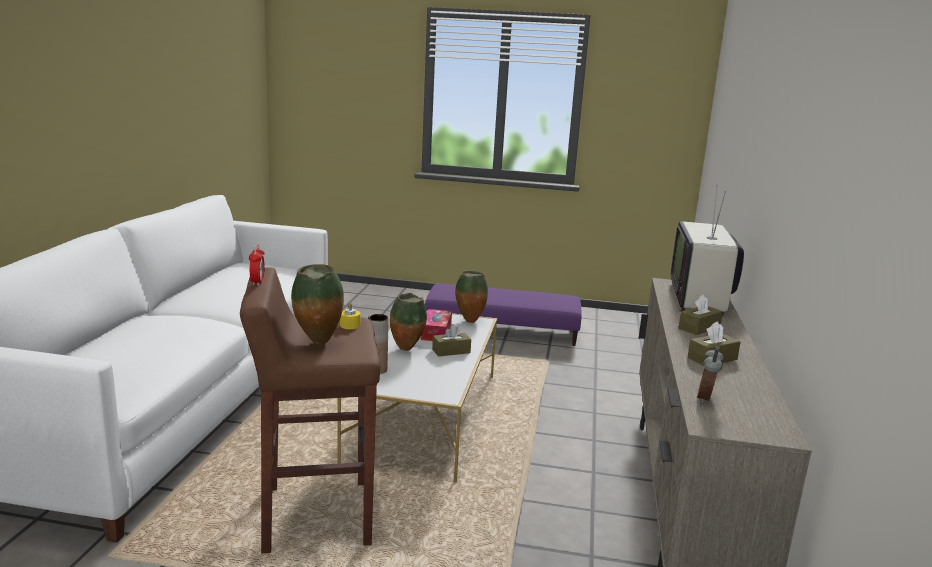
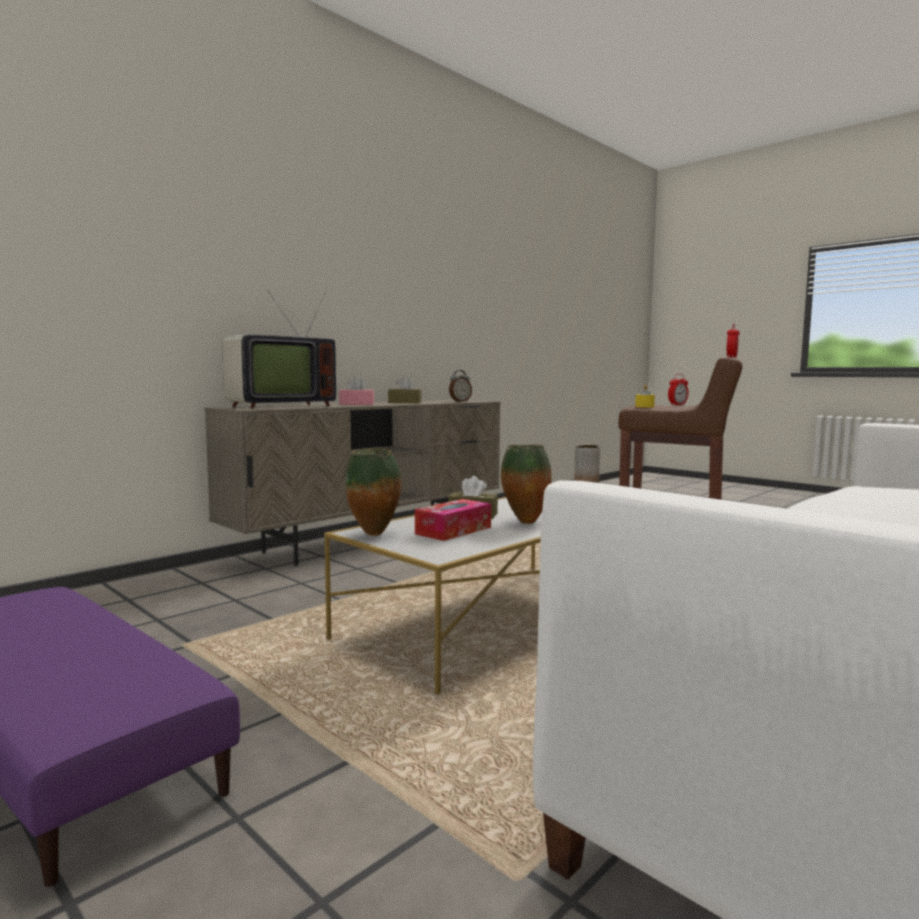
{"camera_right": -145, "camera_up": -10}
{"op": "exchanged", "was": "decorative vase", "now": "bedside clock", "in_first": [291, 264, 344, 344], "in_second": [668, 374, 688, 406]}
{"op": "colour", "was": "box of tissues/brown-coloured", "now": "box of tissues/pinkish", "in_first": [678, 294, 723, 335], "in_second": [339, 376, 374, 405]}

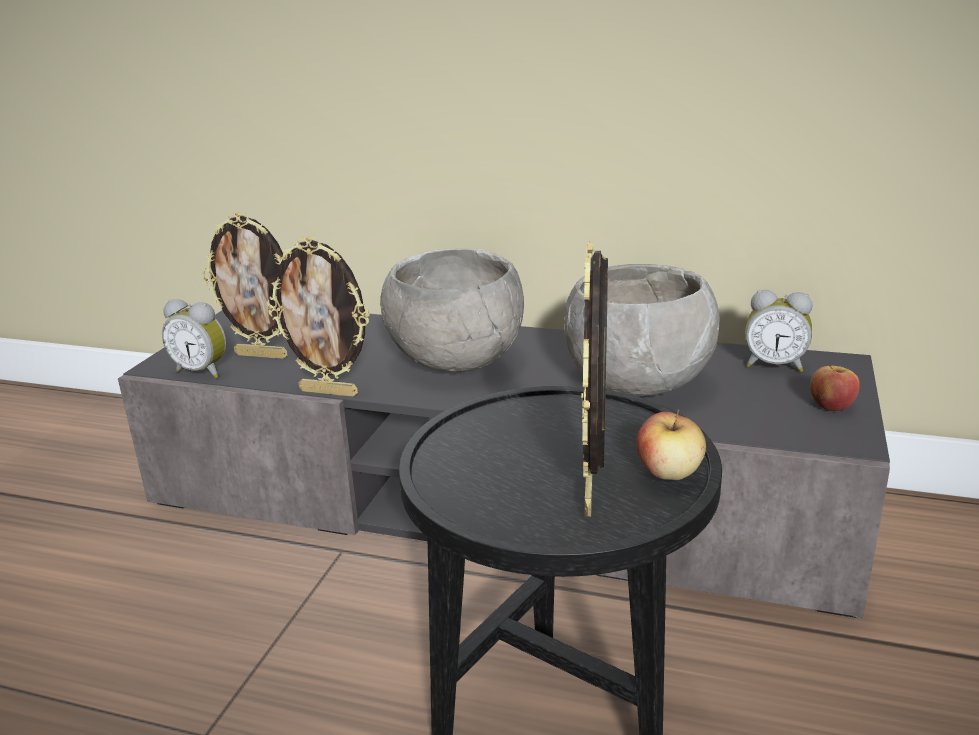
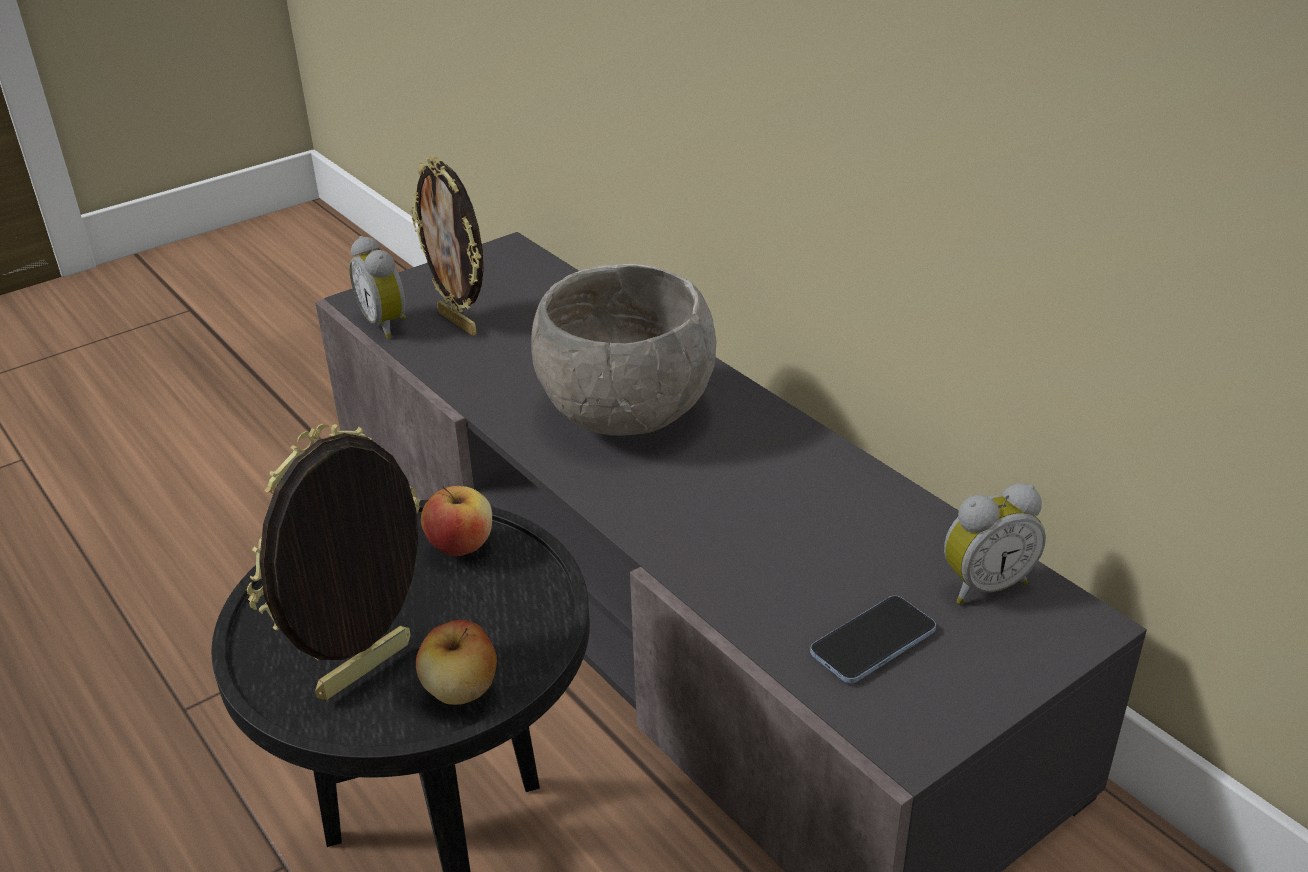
{"camera_right": 35, "camera_up": 10}
{"op": "missing", "was": "picture frame", "in_first": [267, 236, 370, 397]}
{"op": "missing", "was": "deep dish/gray", "in_first": [564, 264, 720, 397]}
{"op": "spun", "was": "bedside clock", "in_first": [745, 290, 812, 372], "in_second": [944, 483, 1046, 604], "clockwise": -75}
{"op": "relocated", "was": "apple", "in_first": [810, 365, 860, 411], "in_second": [421, 486, 492, 556]}
{"op": "appeared", "now": "telephone", "in_second": [810, 596, 936, 684]}

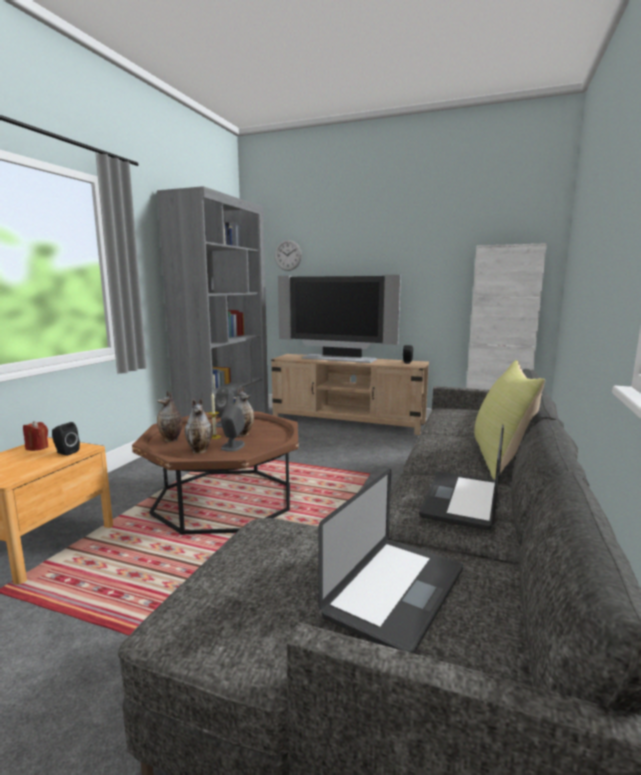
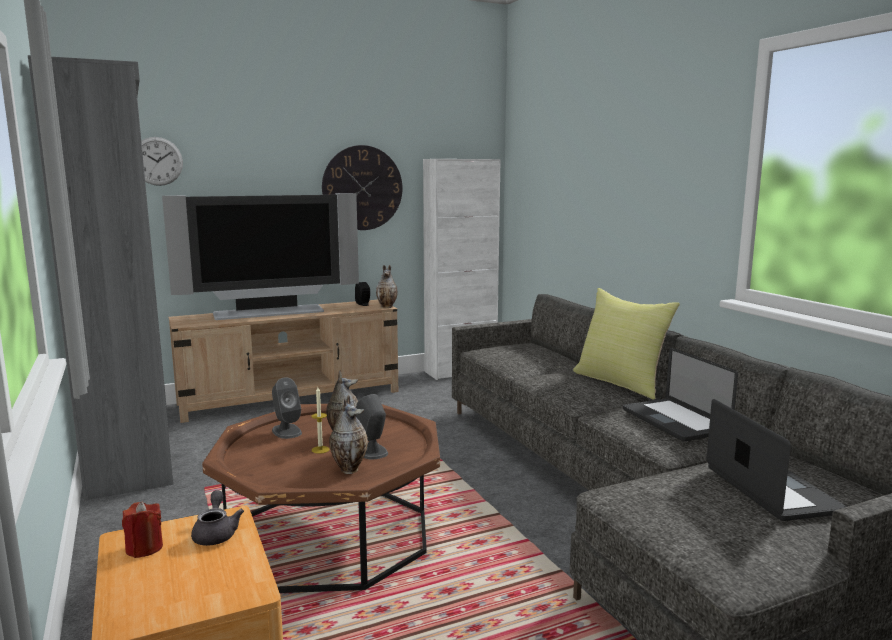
{"camera_right": -45, "camera_up": 0}
{"op": "exchanged", "was": "loudspeaker/black-coloured", "now": "pot for tea/gray", "in_first": [52, 422, 80, 456], "in_second": [191, 490, 244, 546]}
{"op": "relocated", "was": "decorative vase", "in_first": [157, 390, 182, 442], "in_second": [376, 265, 398, 308]}
{"op": "appeared", "now": "clock on the wall", "in_second": [322, 145, 403, 230]}

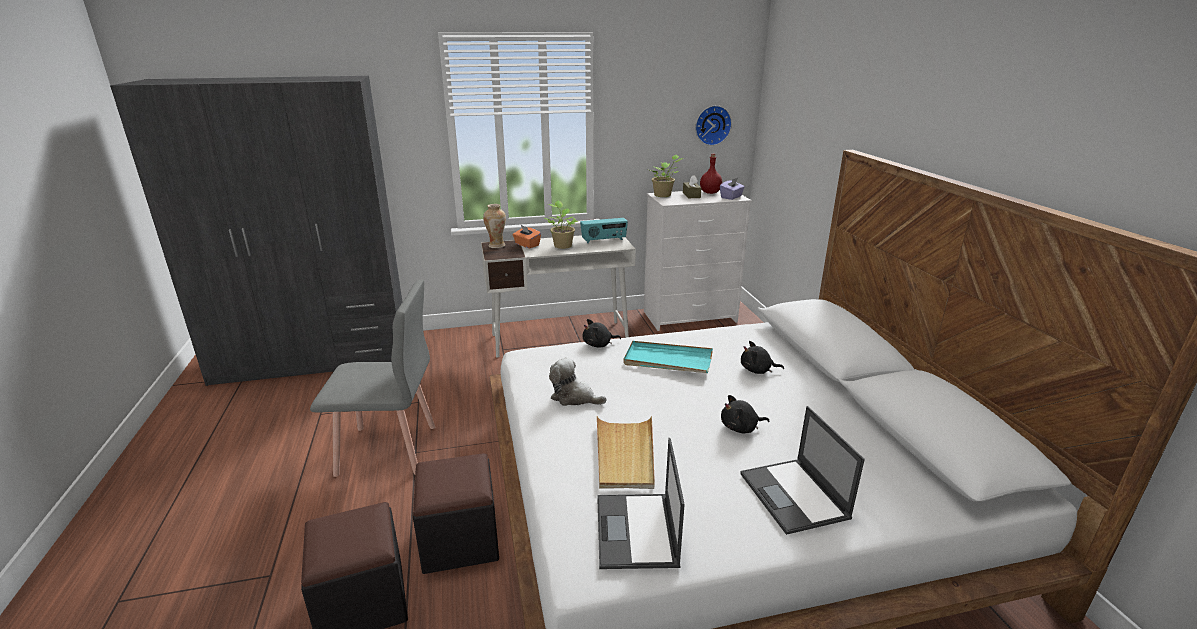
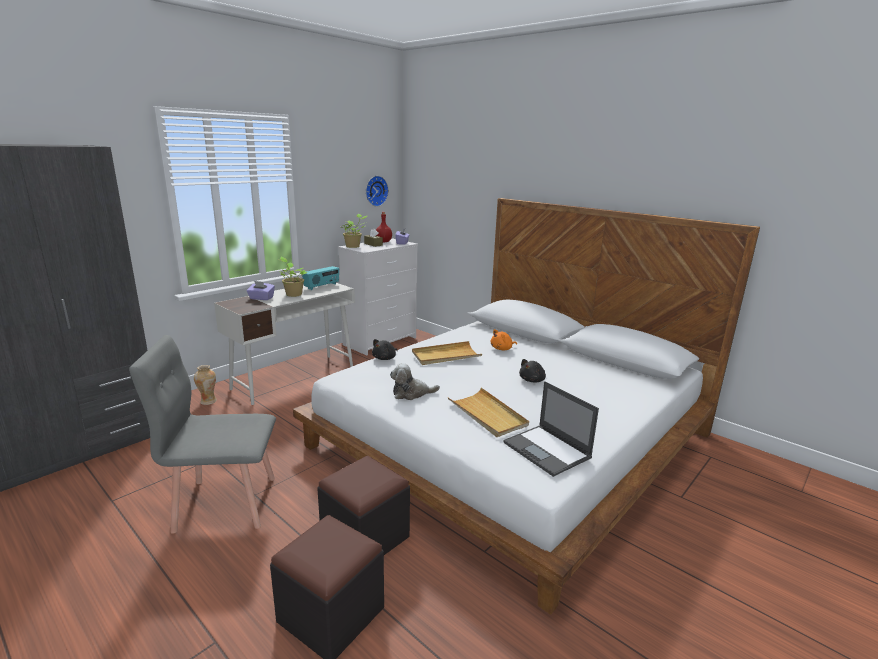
{"camera_right": -35, "camera_up": -5}
{"op": "spun", "was": "plain chair/gray", "in_first": [310, 280, 435, 477], "in_second": [129, 335, 276, 534], "clockwise": -150}
{"op": "relocated", "was": "decorative vase", "in_first": [483, 204, 506, 248], "in_second": [194, 365, 217, 405]}
{"op": "colour", "was": "box of tissues/orangey", "now": "box of tissues/purple", "in_first": [513, 225, 541, 248], "in_second": [247, 281, 275, 300]}
{"op": "colour", "was": "carrying tray/turquoise", "now": "carrying tray/sand-coloured", "in_first": [623, 341, 713, 373], "in_second": [412, 341, 482, 365]}
{"op": "missing", "was": "notebook computer", "in_first": [740, 406, 865, 535]}
{"op": "colour", "was": "cuddly toy/black-coloured", "now": "cuddly toy/orangey", "in_first": [741, 341, 784, 374], "in_second": [491, 329, 517, 350]}

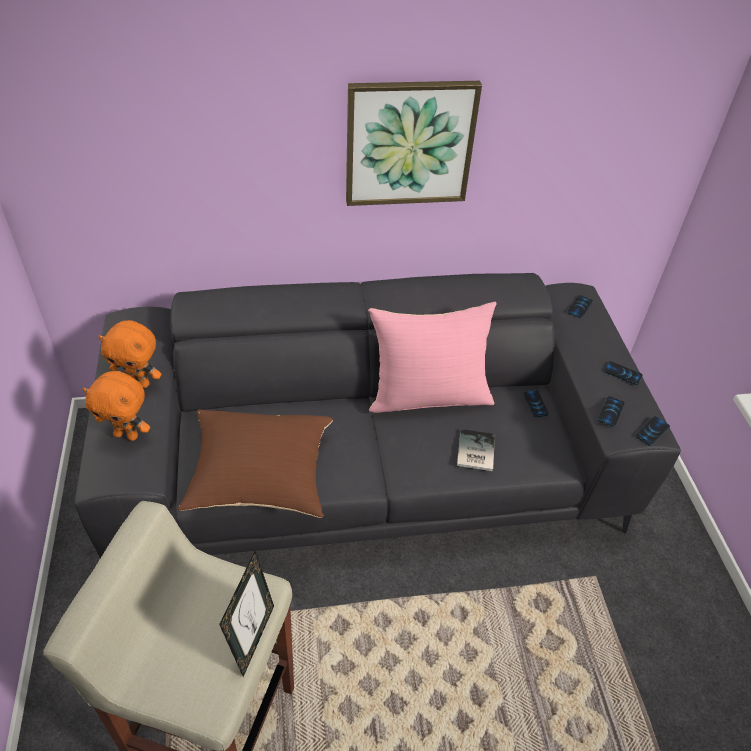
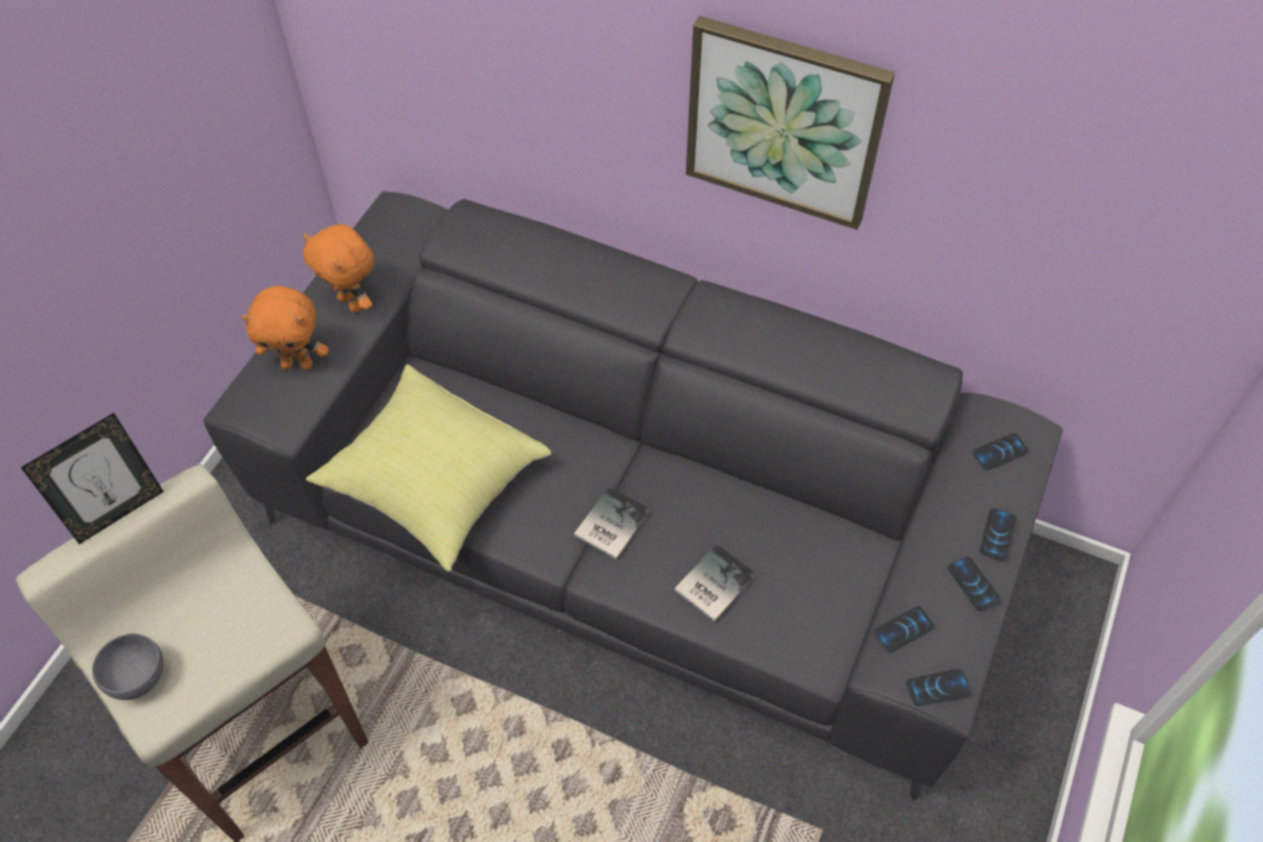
{"camera_right": 35, "camera_up": 10}
{"op": "spun", "was": "cuddly toy/orangey", "in_first": [82, 371, 150, 441], "in_second": [241, 286, 328, 370], "clockwise": -45}
{"op": "colour", "was": "throw pillow/brown-coloured", "now": "throw pillow/yellow-coloured", "in_first": [177, 409, 333, 518], "in_second": [306, 365, 551, 571]}
{"op": "relocated", "was": "picture frame", "in_first": [219, 551, 274, 677], "in_second": [20, 413, 164, 544]}
{"op": "missing", "was": "throw pillow/pinkish", "in_first": [368, 302, 497, 413]}
{"op": "relocated", "was": "telephone", "in_first": [523, 390, 549, 417], "in_second": [980, 508, 1017, 561]}
{"op": "appeared", "now": "deep dish/gray", "in_second": [92, 633, 164, 700]}
{"op": "appeared", "now": "bound book", "in_second": [574, 486, 651, 559]}

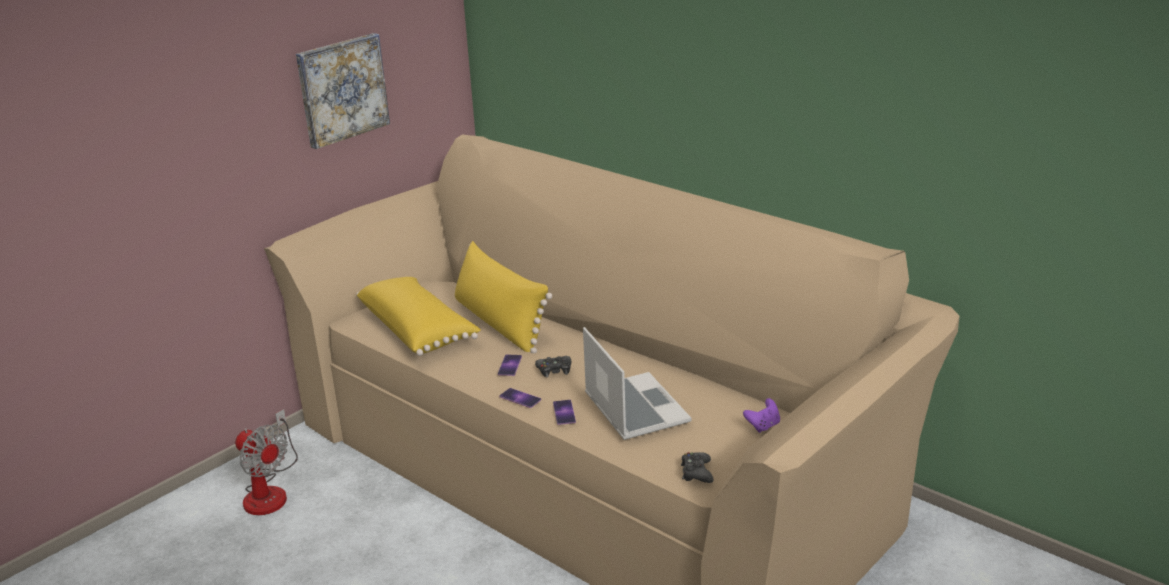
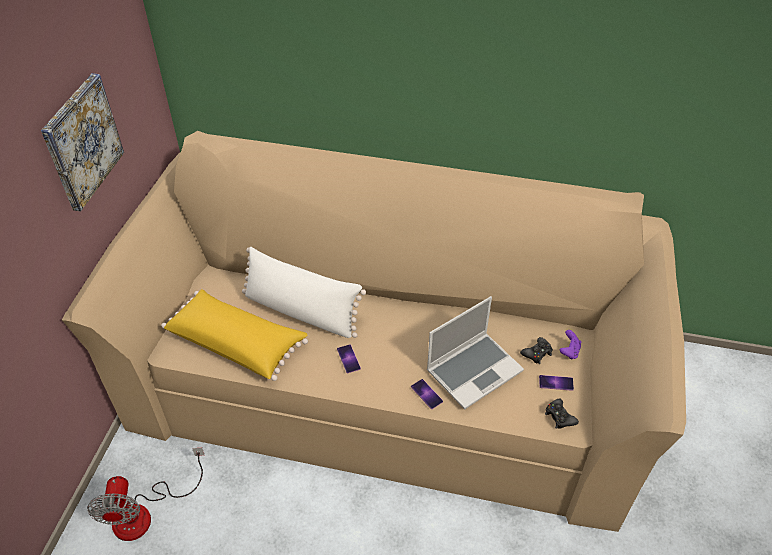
{"camera_right": -30, "camera_up": 20}
{"op": "spun", "was": "cooling fan", "in_first": [235, 409, 298, 515], "in_second": [87, 448, 204, 541], "clockwise": 75}
{"op": "colour", "was": "throw pillow/yellow-coloured", "now": "throw pillow/white-coloured", "in_first": [455, 241, 552, 353], "in_second": [242, 247, 366, 338]}
{"op": "relocated", "was": "telephone", "in_first": [499, 388, 541, 408], "in_second": [539, 375, 574, 391]}
{"op": "relocated", "was": "joypad/black-coloured", "in_first": [535, 356, 571, 377], "in_second": [520, 337, 553, 364]}
{"op": "spun", "was": "notebook computer", "in_first": [583, 327, 691, 440], "in_second": [427, 296, 524, 410], "clockwise": 105}

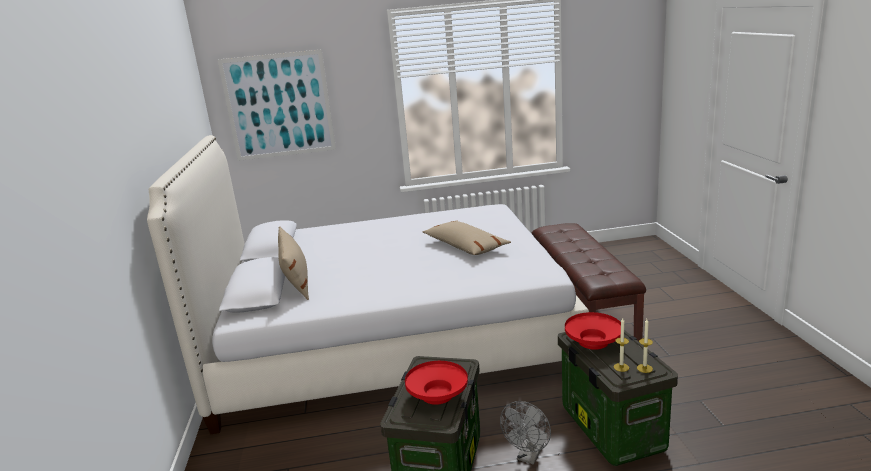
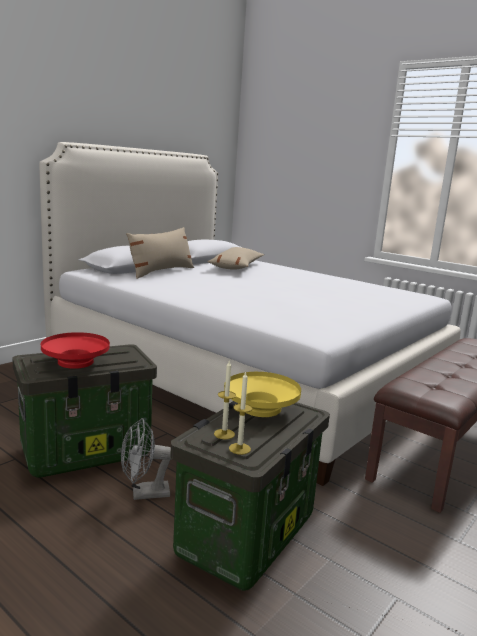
{"camera_right": 45, "camera_up": -5}
{"op": "missing", "was": "picture", "in_first": [217, 49, 336, 161]}
{"op": "relocated", "was": "throw pillow/sand-coloured", "in_first": [423, 220, 511, 255], "in_second": [207, 247, 264, 270]}
{"op": "colour", "was": "deep dish/red", "now": "deep dish/yellow-coloured", "in_first": [565, 312, 621, 350], "in_second": [224, 372, 301, 417]}

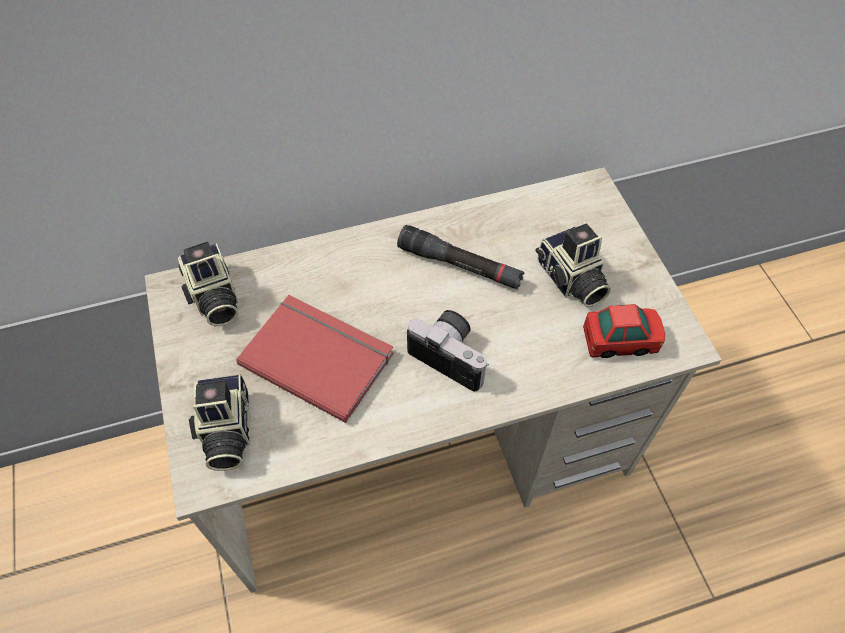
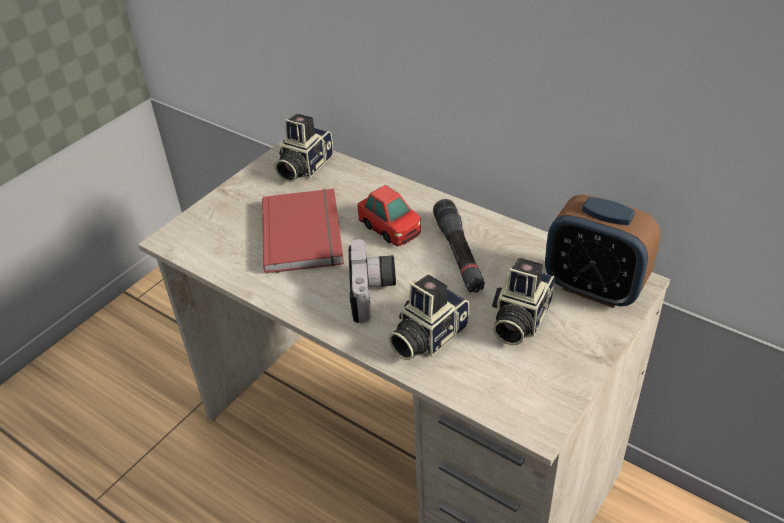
{"camera_right": 55, "camera_up": -15}
{"op": "relocated", "was": "still camera", "in_first": [189, 374, 250, 471], "in_second": [388, 275, 469, 360]}
{"op": "relocated", "was": "model car", "in_first": [583, 304, 665, 358], "in_second": [357, 185, 421, 246]}
{"op": "appeared", "now": "bedside clock", "in_second": [545, 194, 661, 308]}

